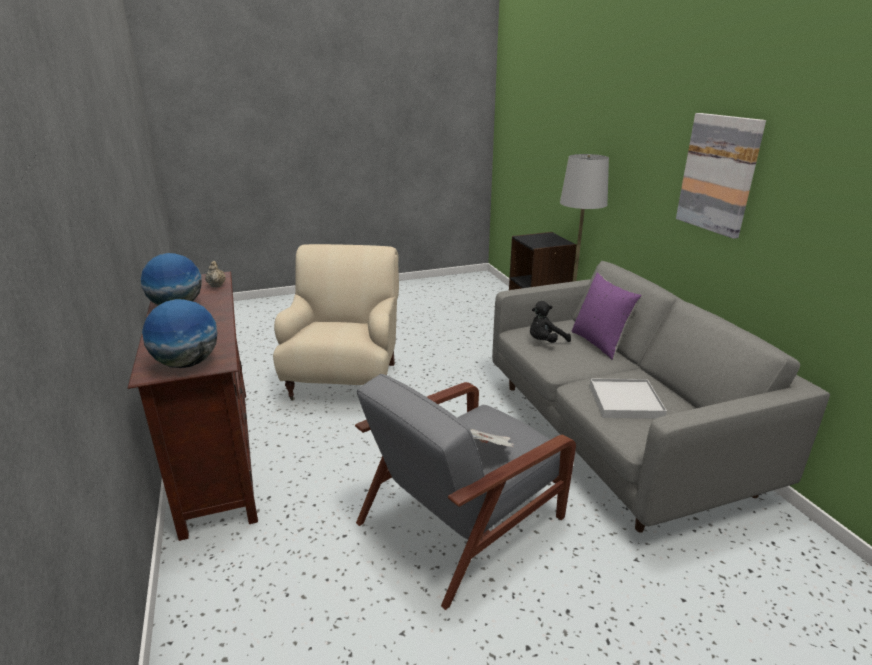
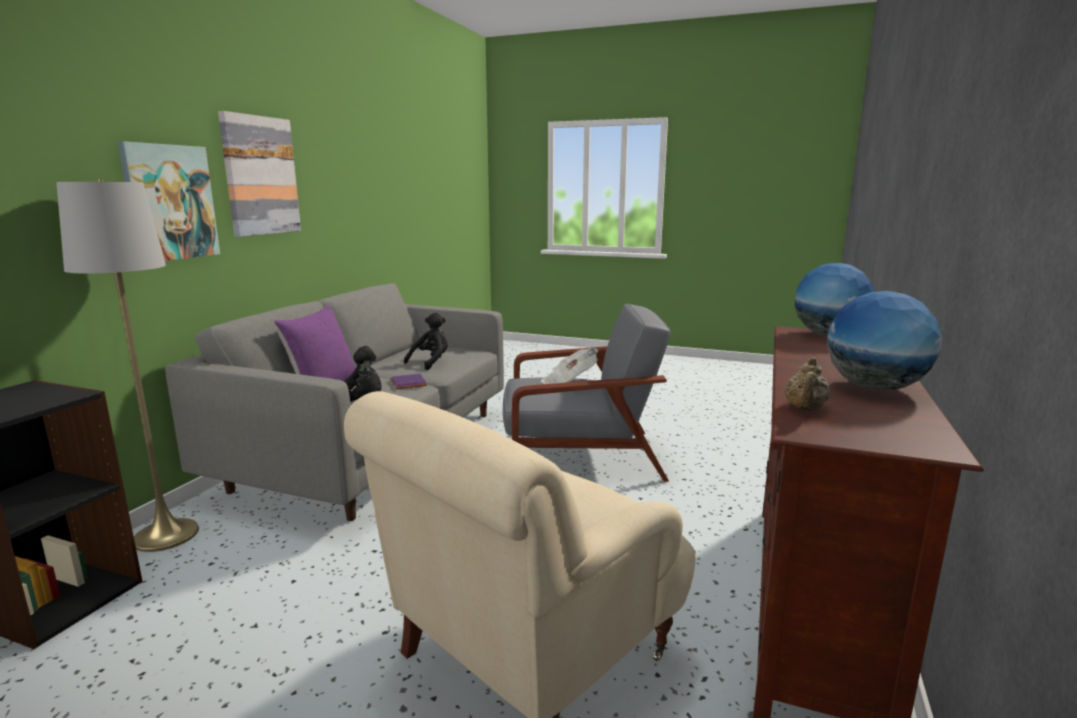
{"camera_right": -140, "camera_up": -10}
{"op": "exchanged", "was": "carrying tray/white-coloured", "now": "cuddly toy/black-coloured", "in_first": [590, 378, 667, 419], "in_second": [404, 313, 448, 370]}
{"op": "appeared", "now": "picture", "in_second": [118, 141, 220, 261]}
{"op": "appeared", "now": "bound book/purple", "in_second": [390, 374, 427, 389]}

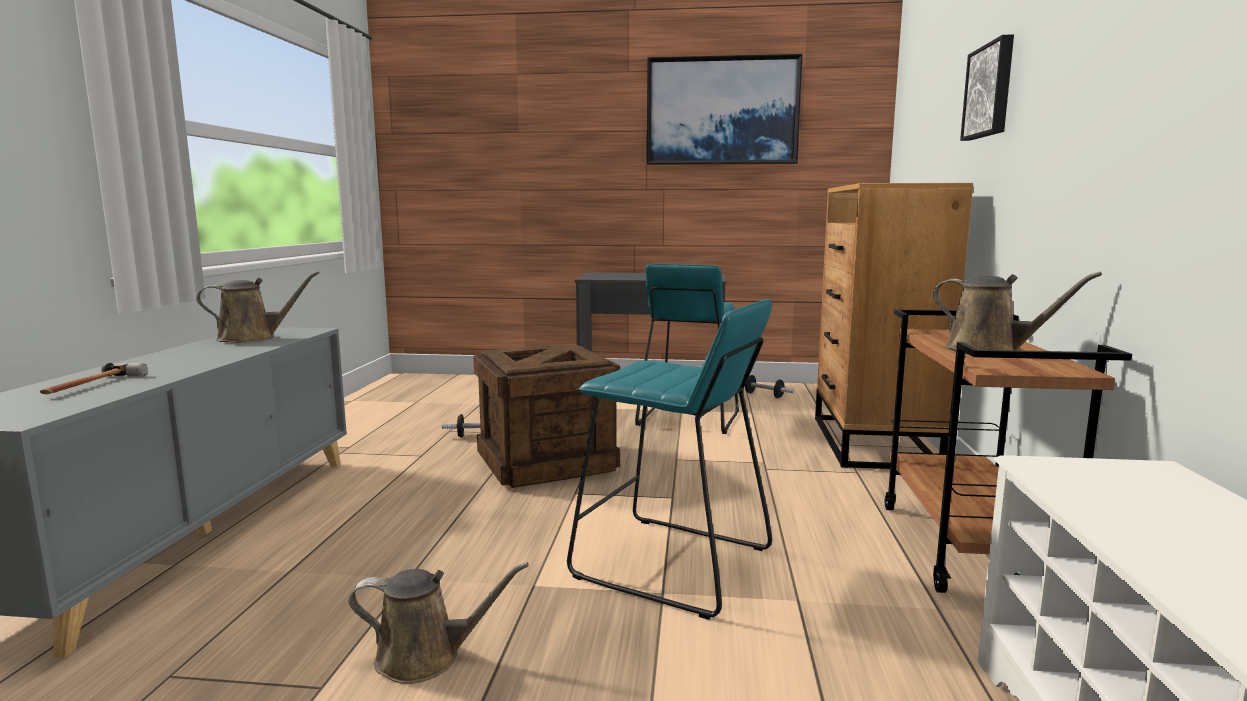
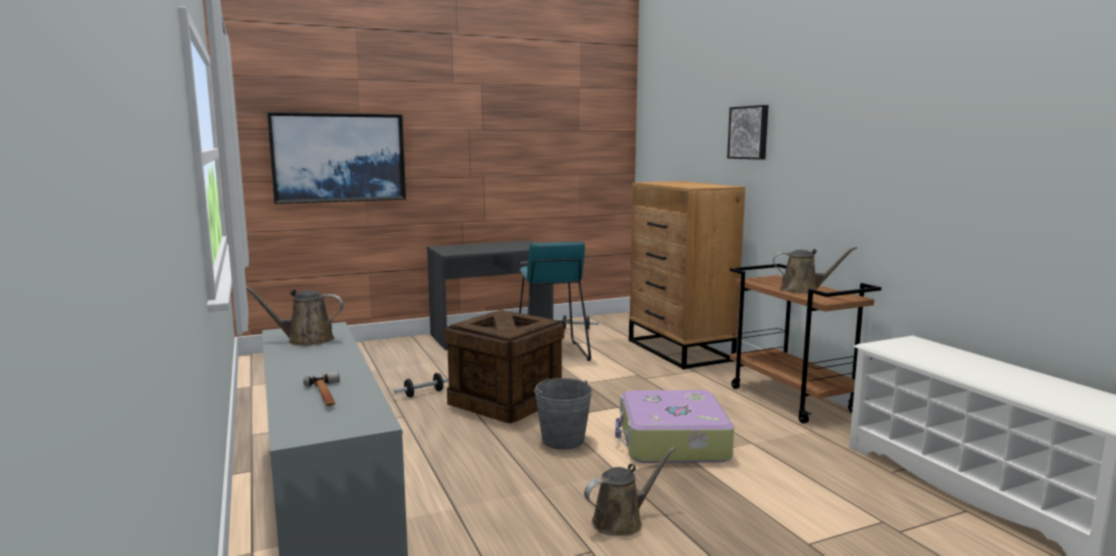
{"camera_right": -30, "camera_up": 0}
{"op": "spun", "was": "watering pot/brown-coloured", "in_first": [196, 271, 319, 343], "in_second": [246, 286, 344, 346], "clockwise": -135}
{"op": "exchanged", "was": "stool/turquoise", "now": "piece of luggage", "in_first": [567, 299, 772, 620], "in_second": [615, 390, 734, 463]}
{"op": "relocated", "was": "picture", "in_first": [647, 54, 803, 165], "in_second": [267, 112, 406, 204]}
{"op": "appeared", "now": "water bucket/gray", "in_second": [534, 378, 592, 449]}

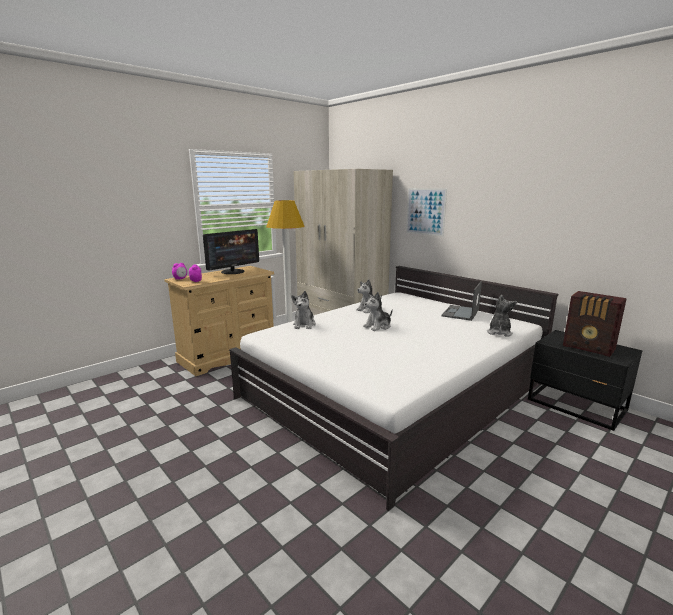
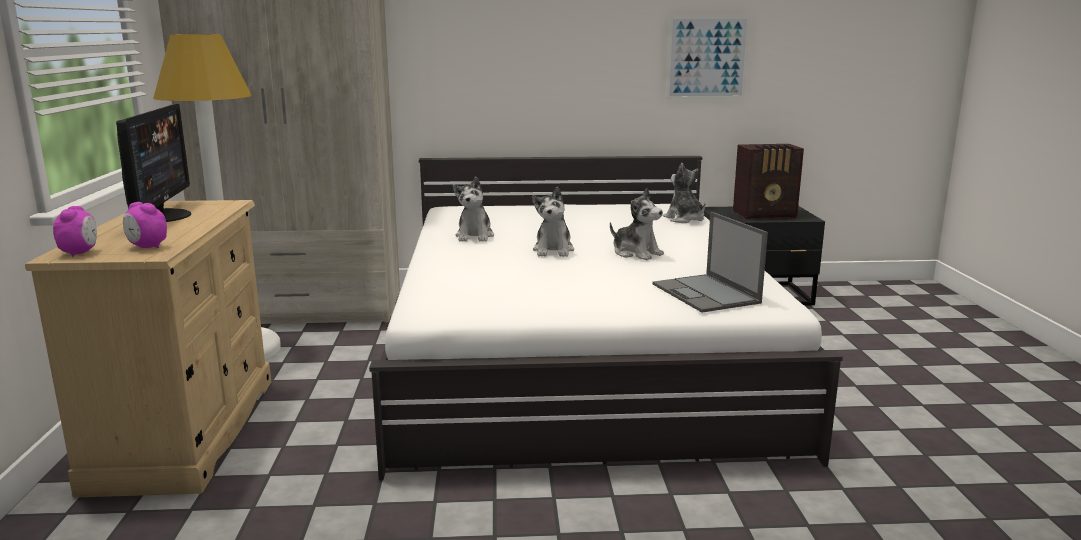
{"camera_right": -50, "camera_up": 0}
{"op": "relocated", "was": "cuddly toy", "in_first": [291, 291, 316, 329], "in_second": [610, 188, 664, 260]}
{"op": "relocated", "was": "picture", "in_first": [406, 188, 447, 237], "in_second": [666, 16, 750, 99]}
{"op": "relocated", "was": "notebook computer", "in_first": [441, 281, 482, 321], "in_second": [652, 212, 768, 313]}

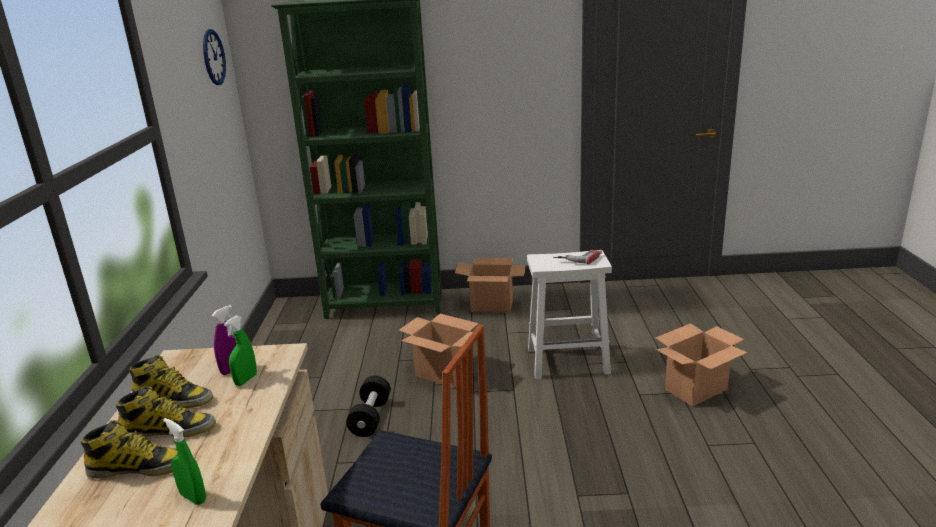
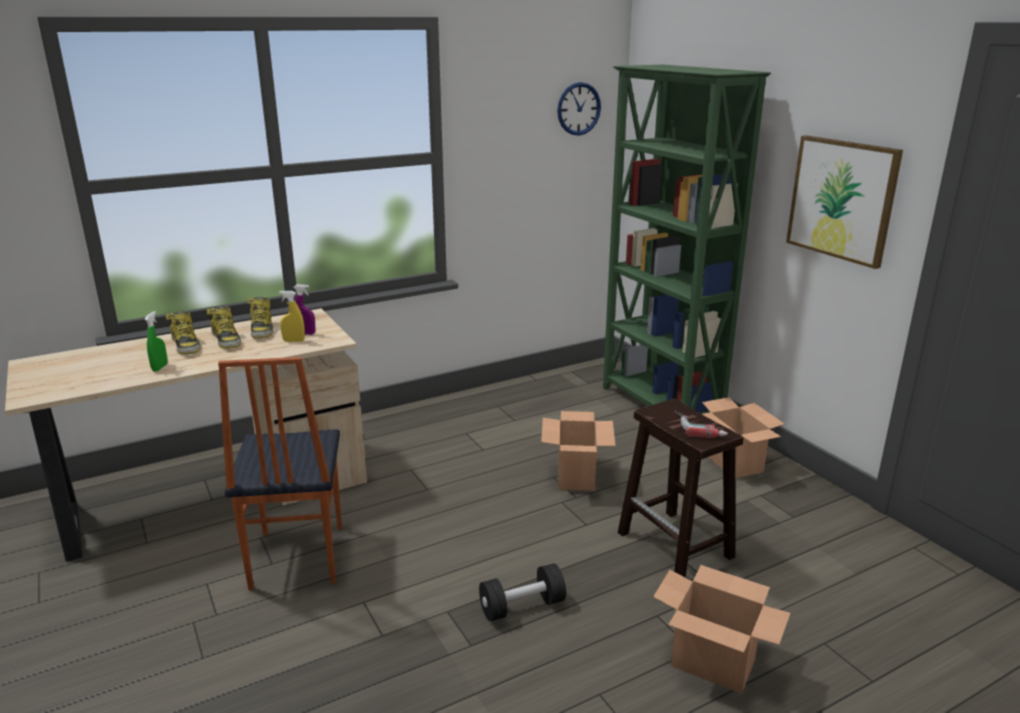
{"camera_right": 60, "camera_up": 0}
{"op": "colour", "was": "sprayer/greenish", "now": "sprayer/yellow-coloured", "in_first": [224, 316, 257, 386], "in_second": [279, 291, 305, 342]}
{"op": "relocated", "was": "free weight/black-coloured", "in_first": [346, 376, 391, 437], "in_second": [479, 563, 566, 621]}
{"op": "colour", "was": "stool/white-coloured", "now": "stool/brown-coloured", "in_first": [527, 251, 612, 379], "in_second": [618, 399, 744, 578]}
{"op": "appeared", "now": "picture", "in_second": [786, 135, 903, 269]}

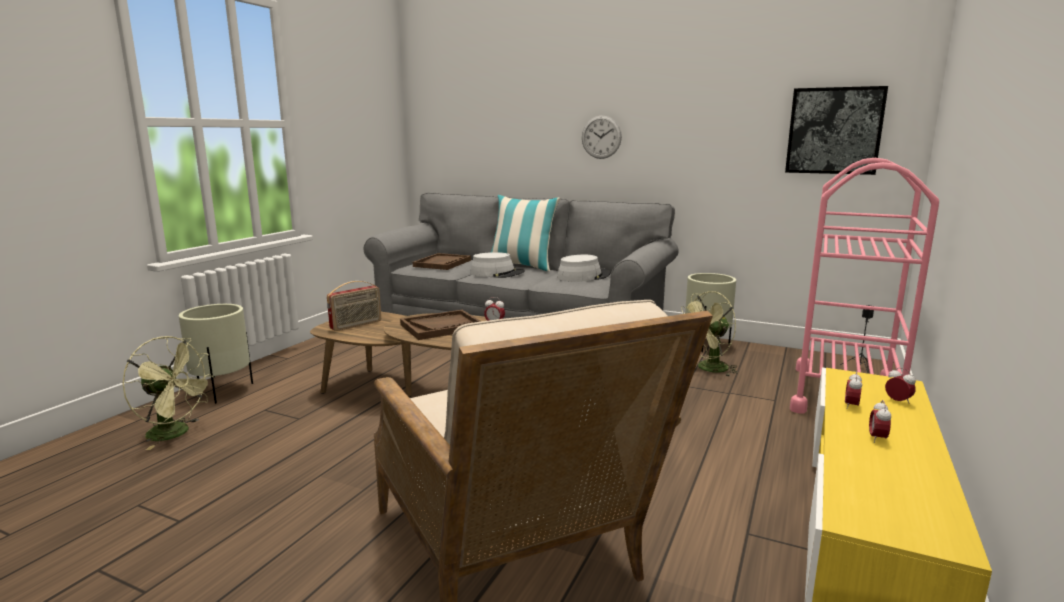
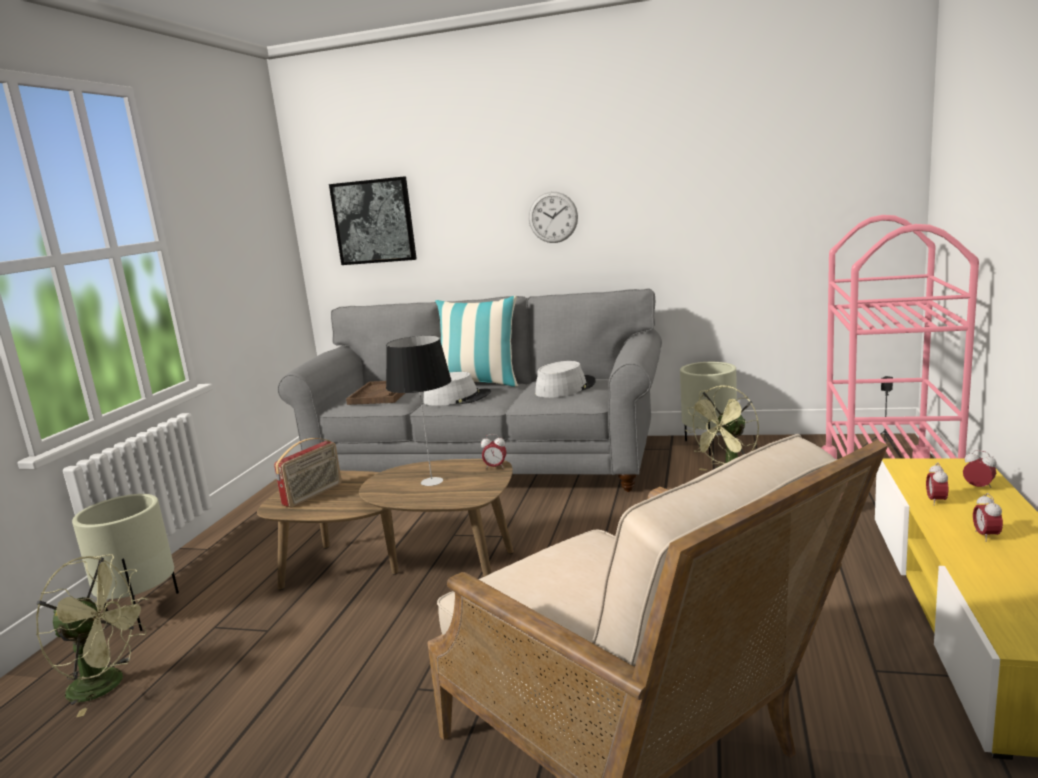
{"camera_right": -10, "camera_up": 0}
{"op": "exchanged", "was": "carrying tray/brown-coloured", "now": "table lamp", "in_first": [400, 310, 482, 340], "in_second": [386, 336, 452, 486]}
{"op": "relocated", "was": "picture", "in_first": [785, 86, 888, 175], "in_second": [329, 176, 417, 265]}

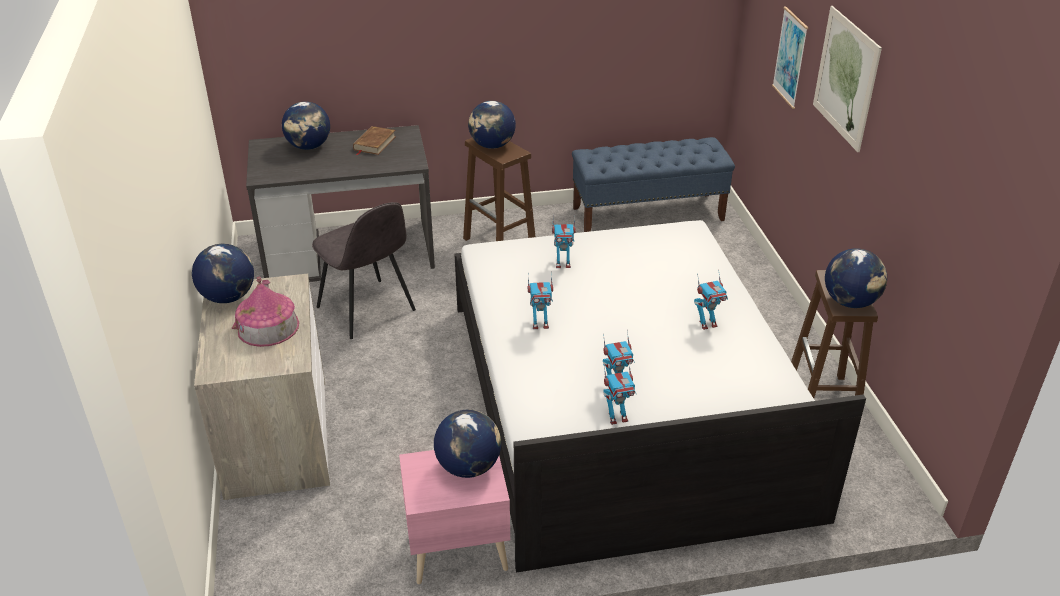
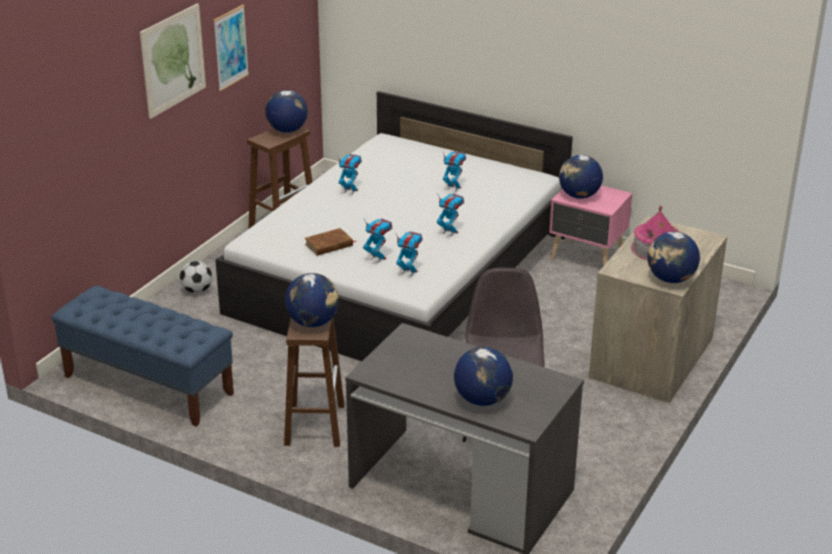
{"camera_right": -140, "camera_up": -5}
{"op": "relocated", "was": "bound book/brown-coloured", "in_first": [353, 126, 396, 155], "in_second": [305, 228, 356, 256]}
{"op": "relocated", "was": "toy robot", "in_first": [603, 359, 636, 425], "in_second": [396, 231, 423, 276]}
{"op": "relocated", "was": "picture", "in_first": [772, 6, 808, 109], "in_second": [213, 5, 249, 91]}
{"op": "appeared", "now": "football ball", "in_second": [179, 261, 212, 293]}

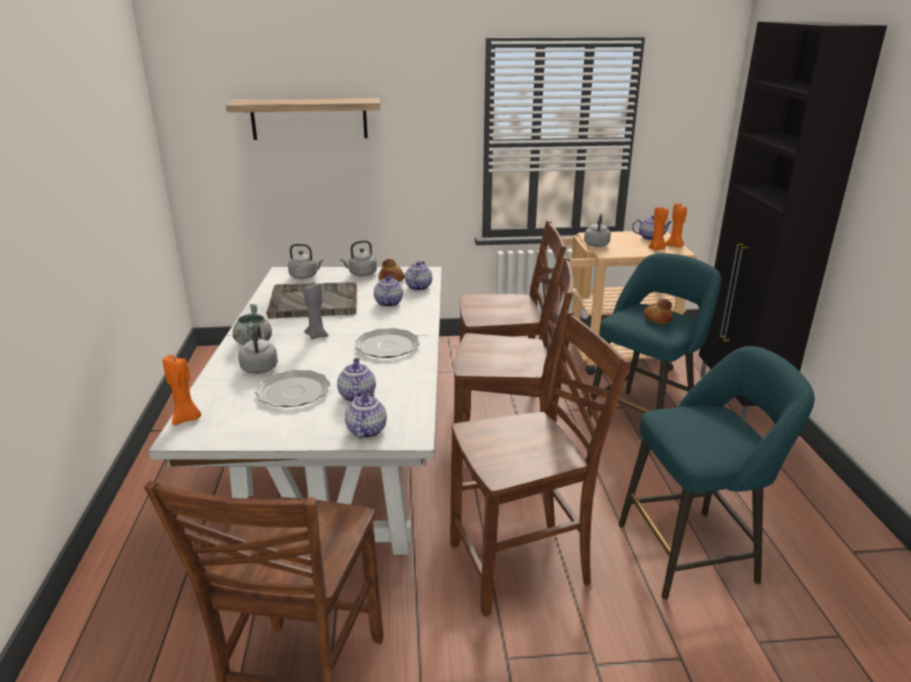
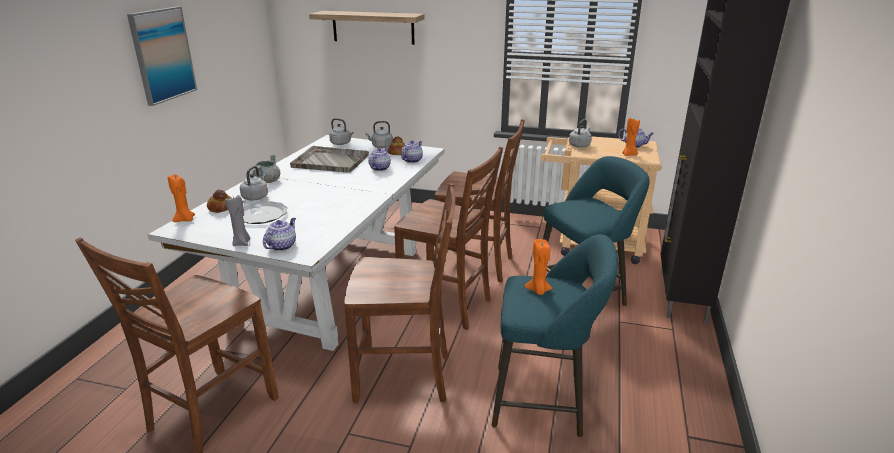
{"camera_right": 20, "camera_up": 0}
{"op": "relocated", "was": "candle/gray", "in_first": [303, 282, 329, 339], "in_second": [225, 195, 251, 246]}
{"op": "missing", "was": "pot for tea", "in_first": [337, 358, 376, 402]}
{"op": "missing", "was": "dinner plate", "in_first": [355, 328, 420, 358]}
{"op": "relocated", "was": "bakery bread", "in_first": [644, 299, 673, 324], "in_second": [207, 190, 231, 213]}
{"op": "relocated", "was": "candle/orangey", "in_first": [666, 204, 687, 248], "in_second": [525, 239, 552, 295]}
{"op": "appeared", "now": "picture", "in_second": [127, 6, 197, 106]}

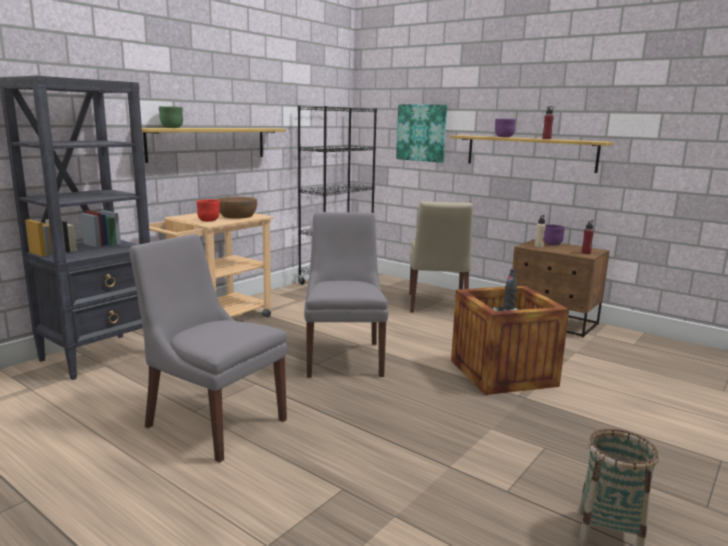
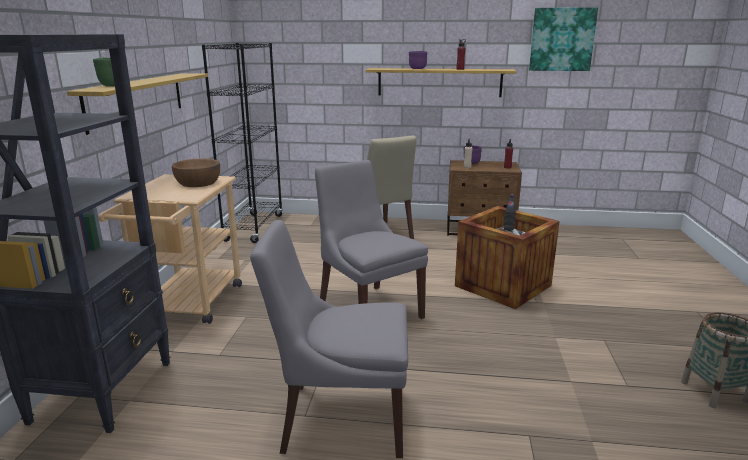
{"camera_right": -30, "camera_up": 5}
{"op": "missing", "was": "deep dish/red", "in_first": [197, 199, 220, 222]}
{"op": "relocated", "was": "picture", "in_first": [396, 104, 447, 163], "in_second": [529, 7, 598, 71]}

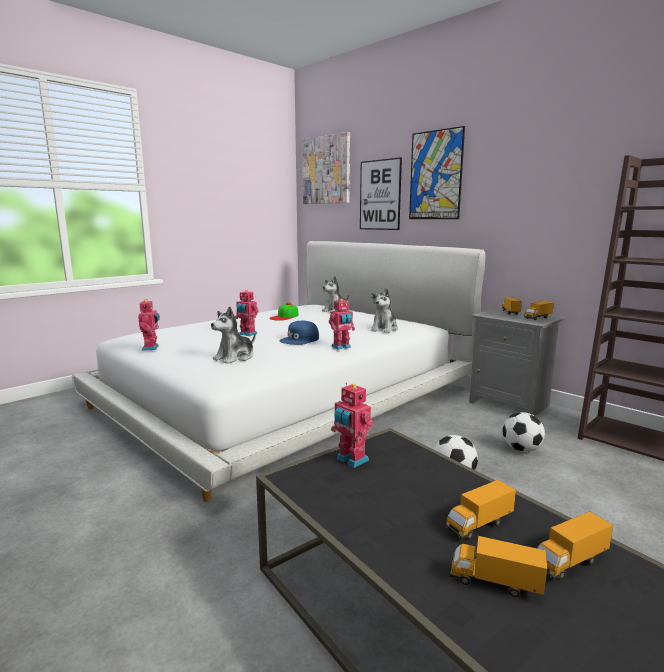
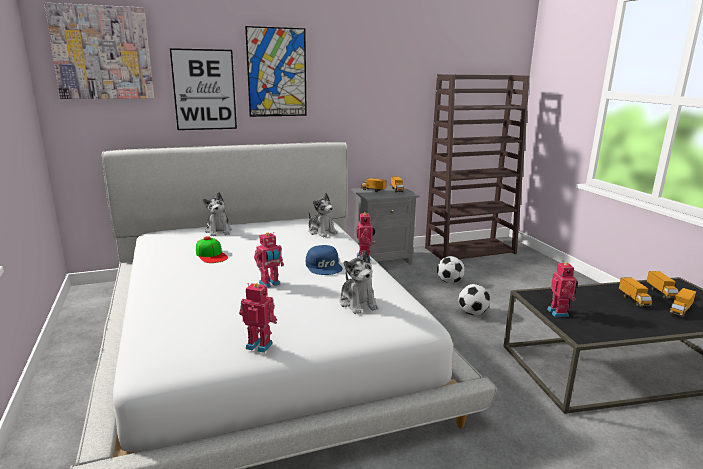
{"camera_right": -65, "camera_up": 5}
{"op": "spun", "was": "toy robot", "in_first": [331, 383, 373, 468], "in_second": [548, 262, 578, 317], "clockwise": -75}

